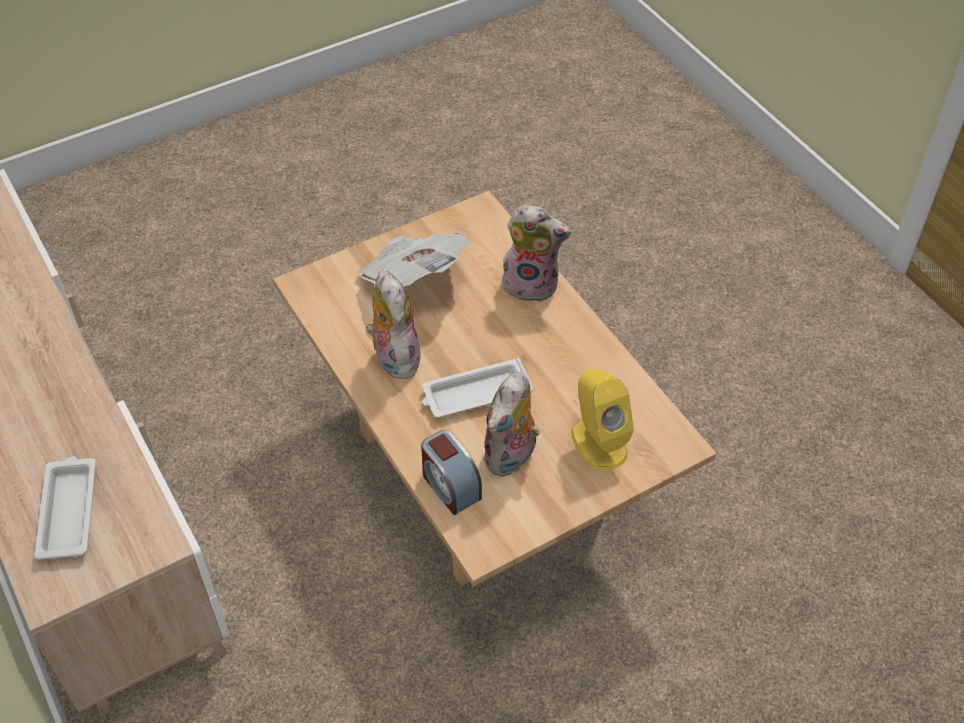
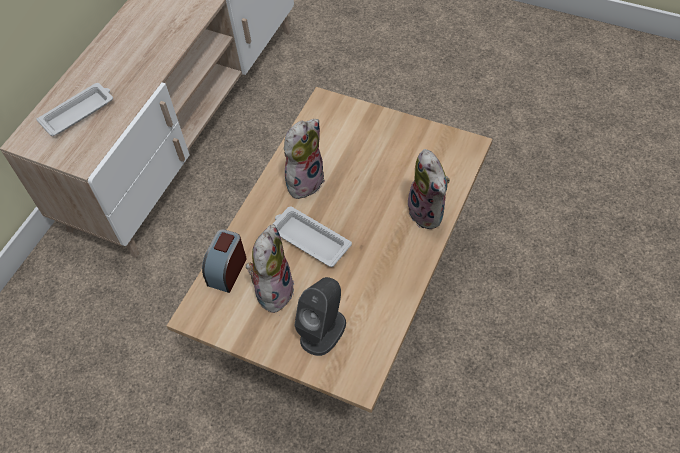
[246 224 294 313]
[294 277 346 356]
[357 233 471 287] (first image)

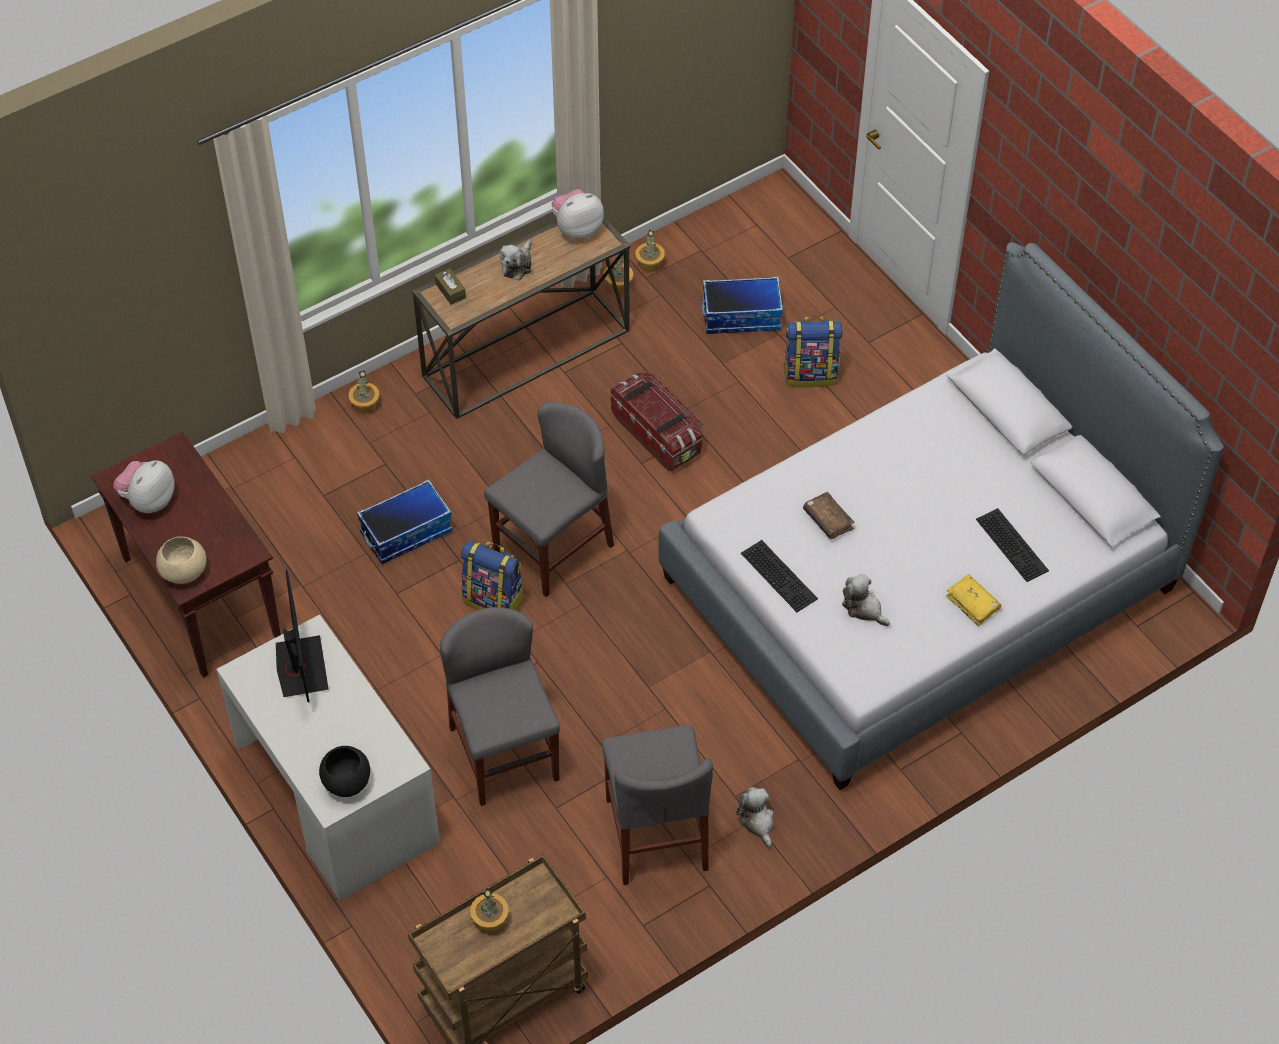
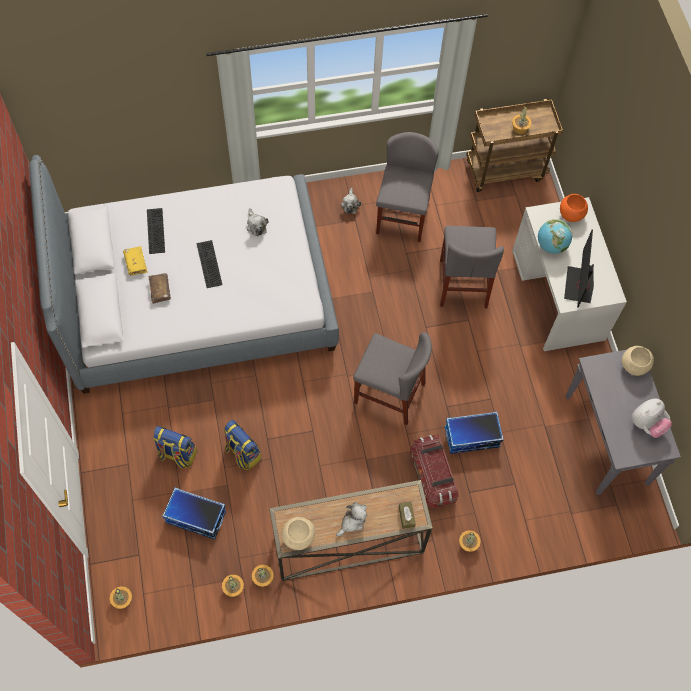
[110 586 132 609]
[123 246 148 276]
[148 273 171 304]
[196 240 222 288]
[223 420 262 470]
[282 517 315 550]
[353 332 432 425]
[410 434 459 508]
[538 219 572 254]
[560 194 588 222]
[566 350 681 495]

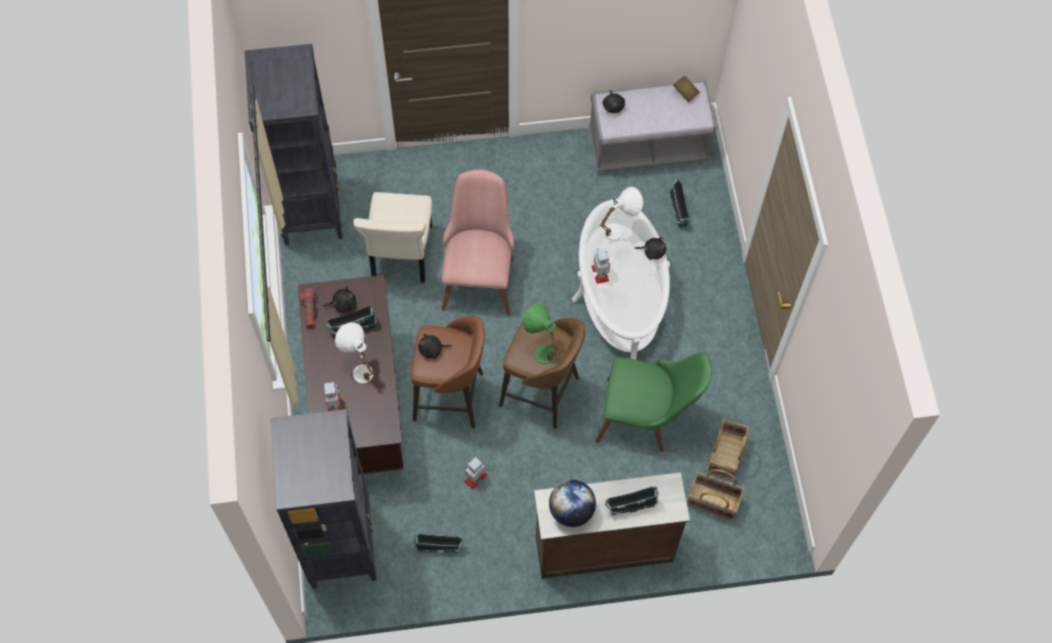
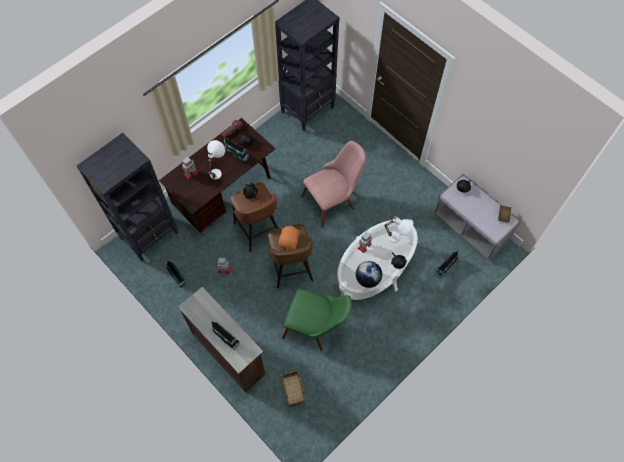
[279 226 300 250]
[282 289 352 351]
[356 261 382 288]
[354 192 432 283] (first image)
[708 419 749 479] (first image)

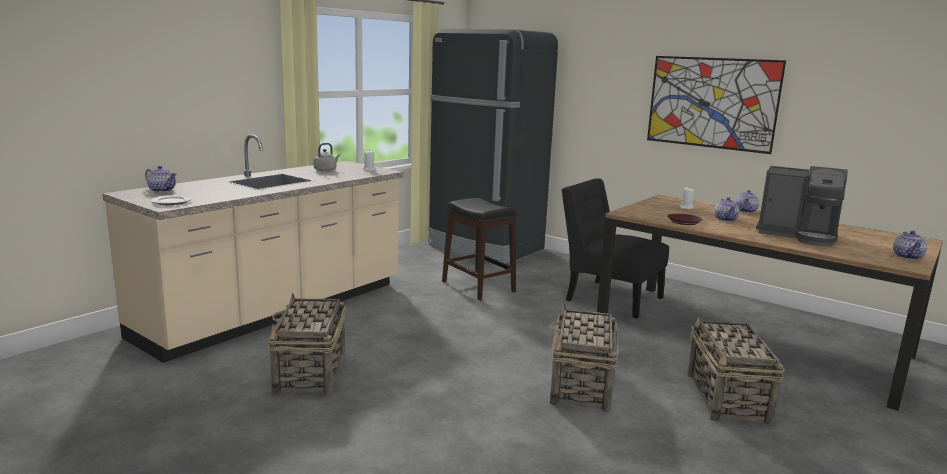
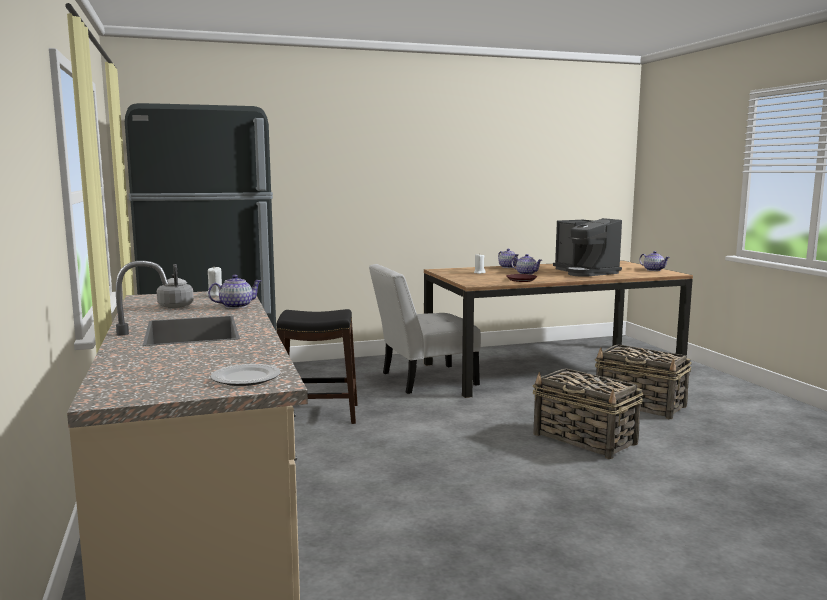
[208 275 262 308]
[369 264 481 394]
[553 218 622 277]
[268 292 346 395] (first image)
[647 56 786 154] (first image)

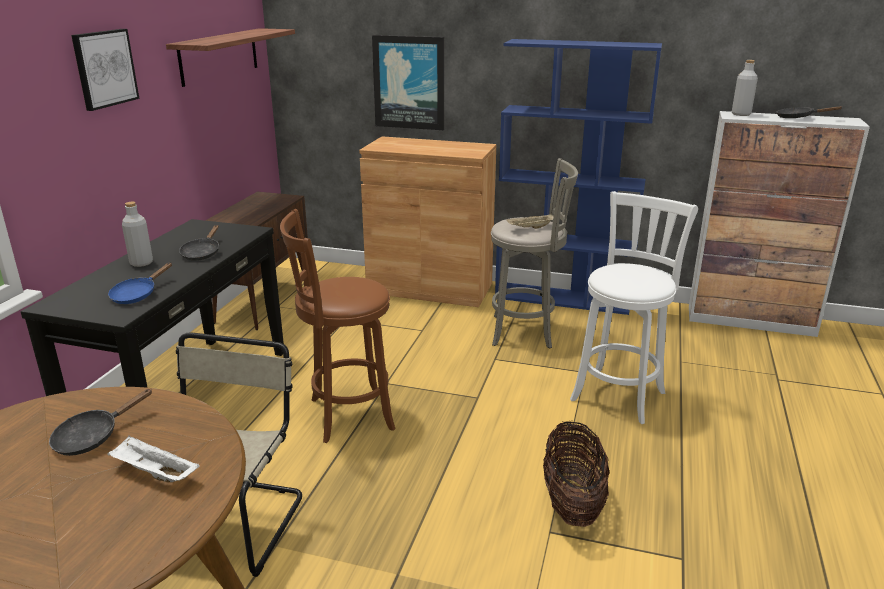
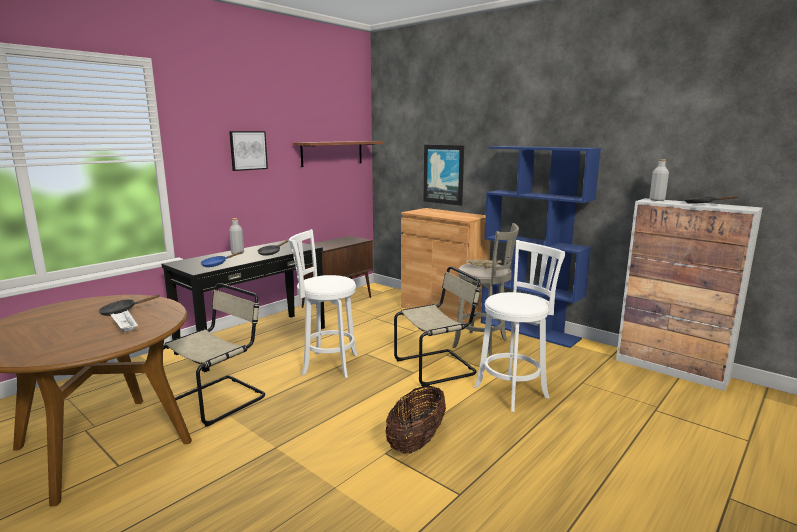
[289 229 358 378]
[394 266 481 387]

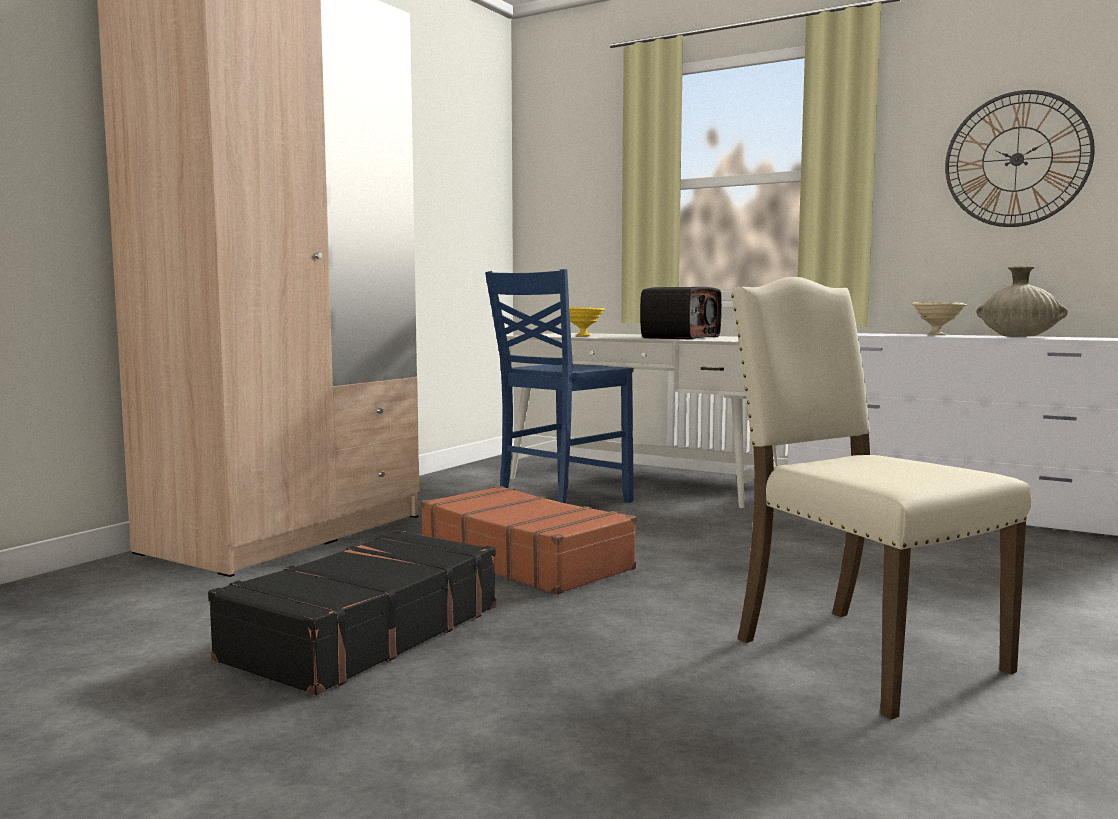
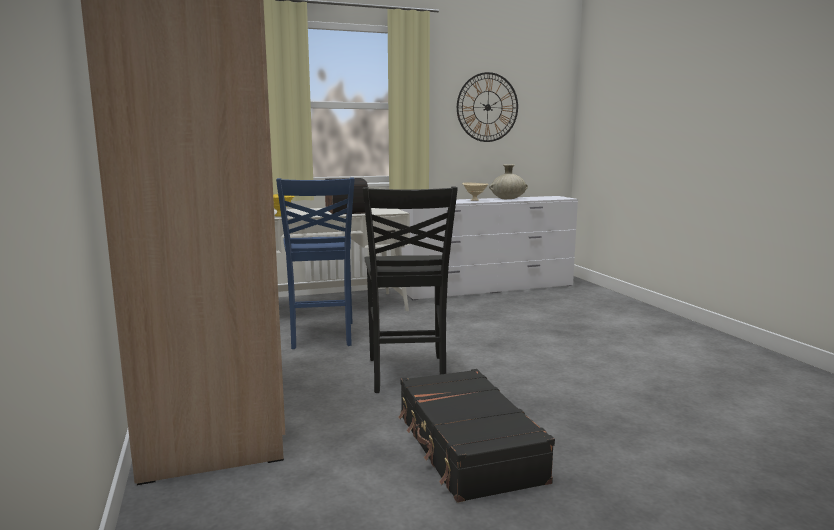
[363 186 458 393]
[730 277 1032 720] (first image)

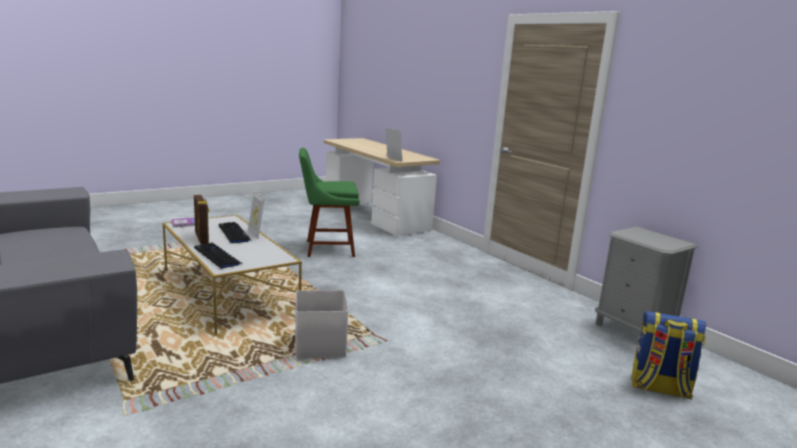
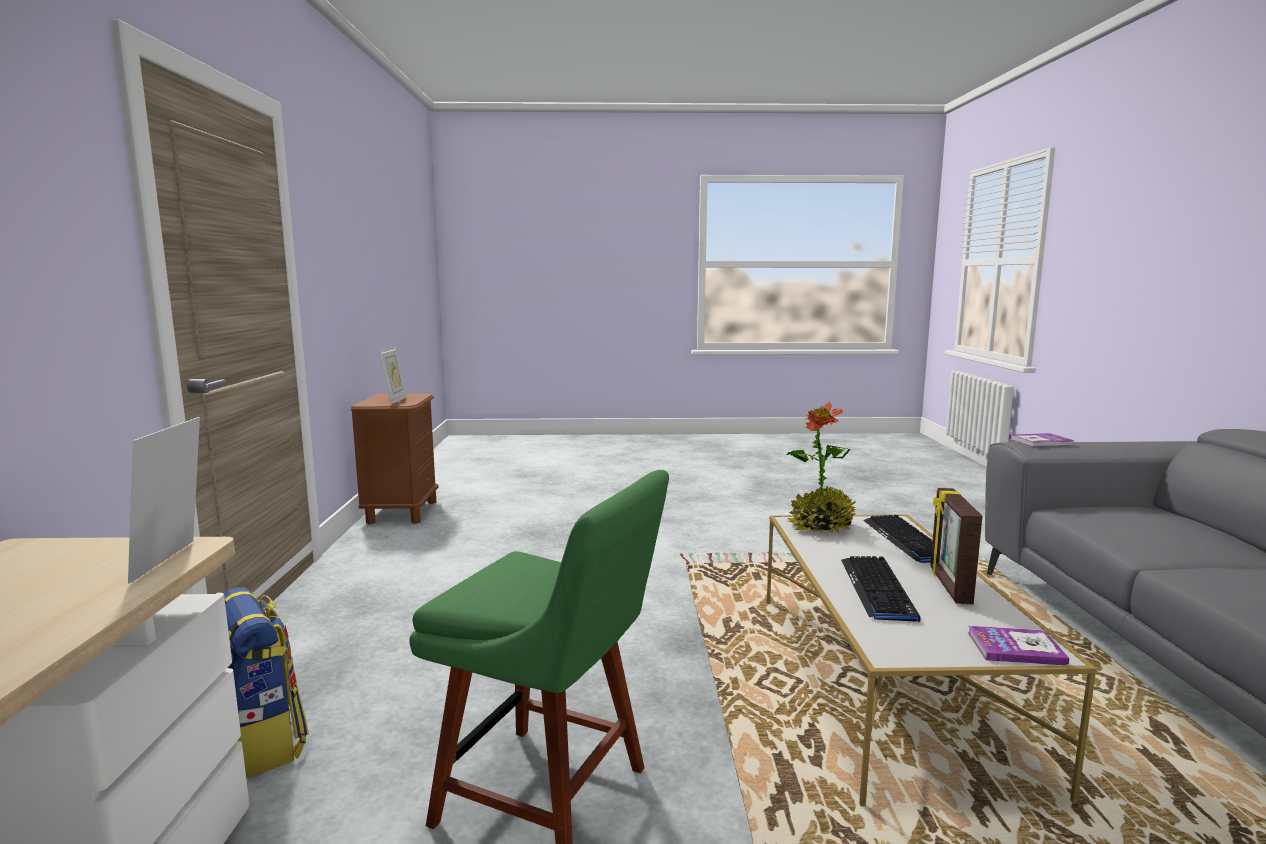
[224 587 309 779]
[351 394 439 524]
[379 346 407 404]
[787 402 856 533]
[1009 433 1075 447]
[295 290 349 360] (first image)

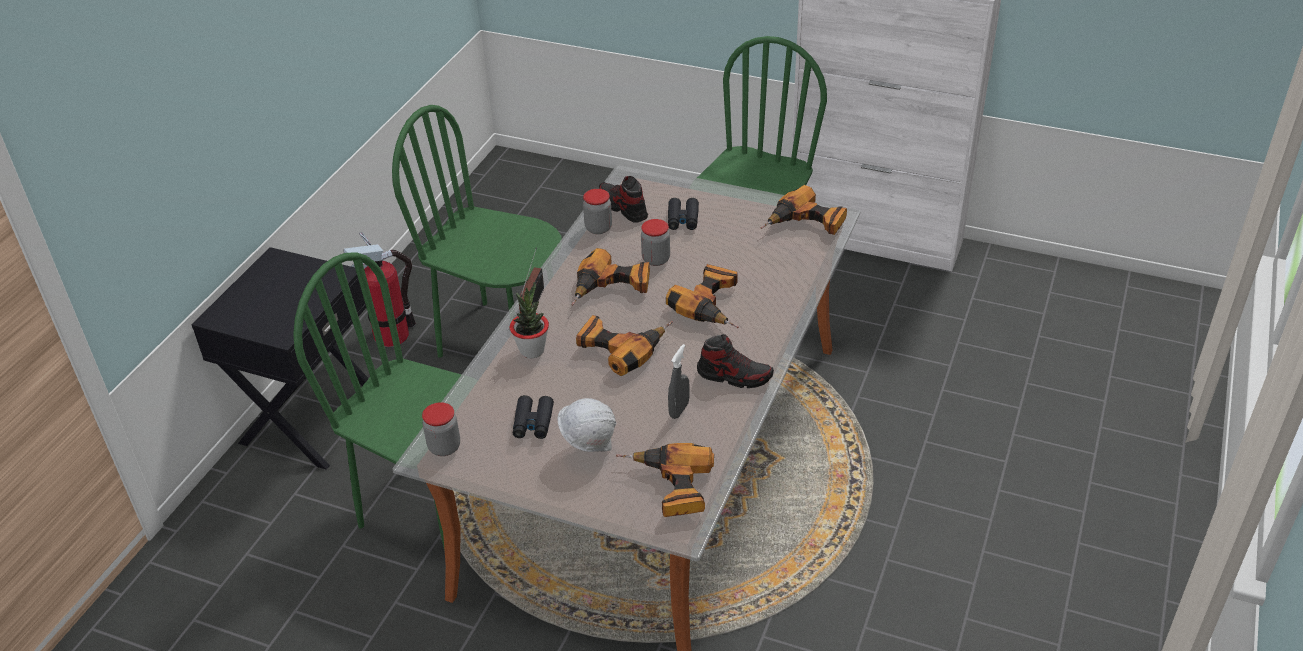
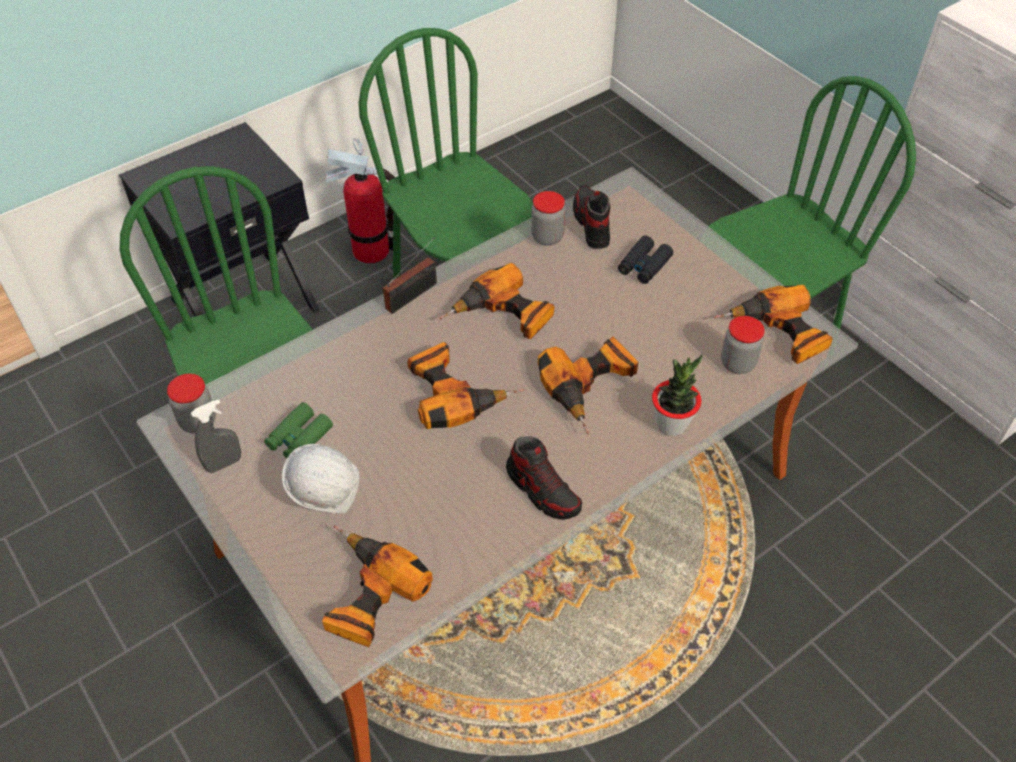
[191 399 241 473]
[264 402 333 459]
[652 354 703 436]
[721 316 765 374]

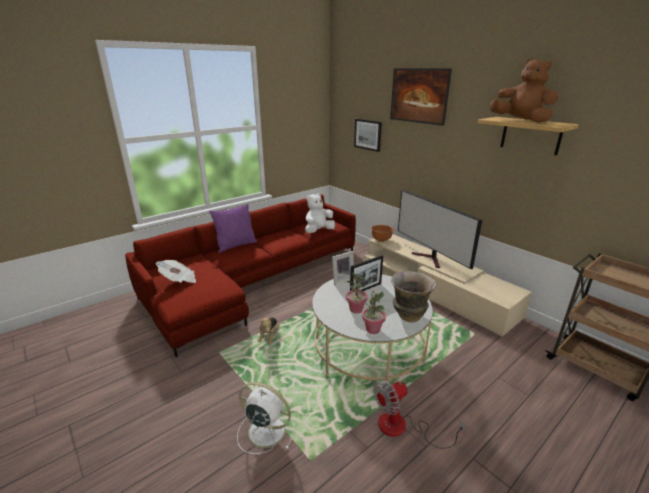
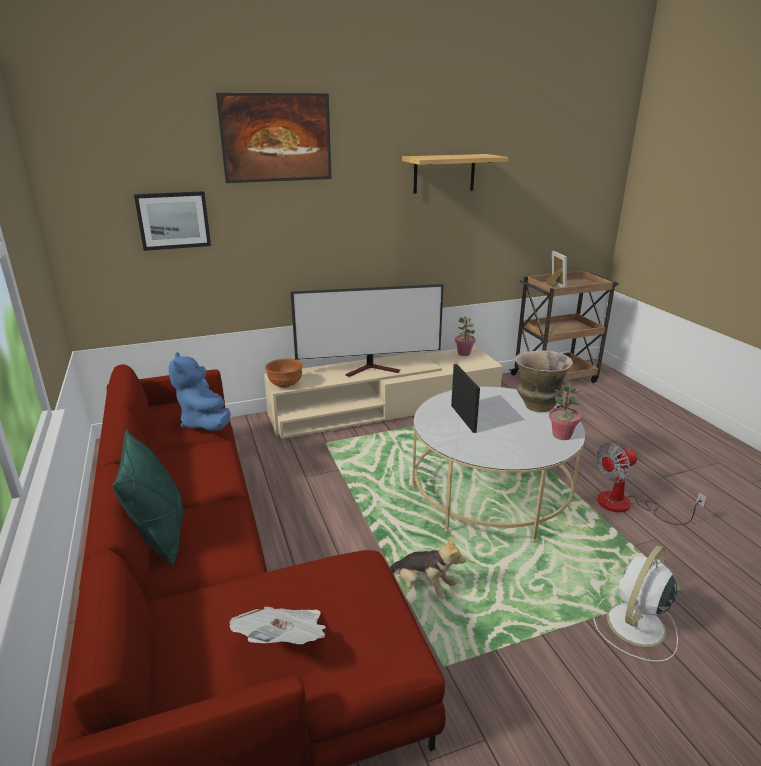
[112 430 183 567]
[168 352 231 431]
[455 316 476 356]
[547 250 567 287]
[596 443 707 525]
[489 59 558 123] (first image)

